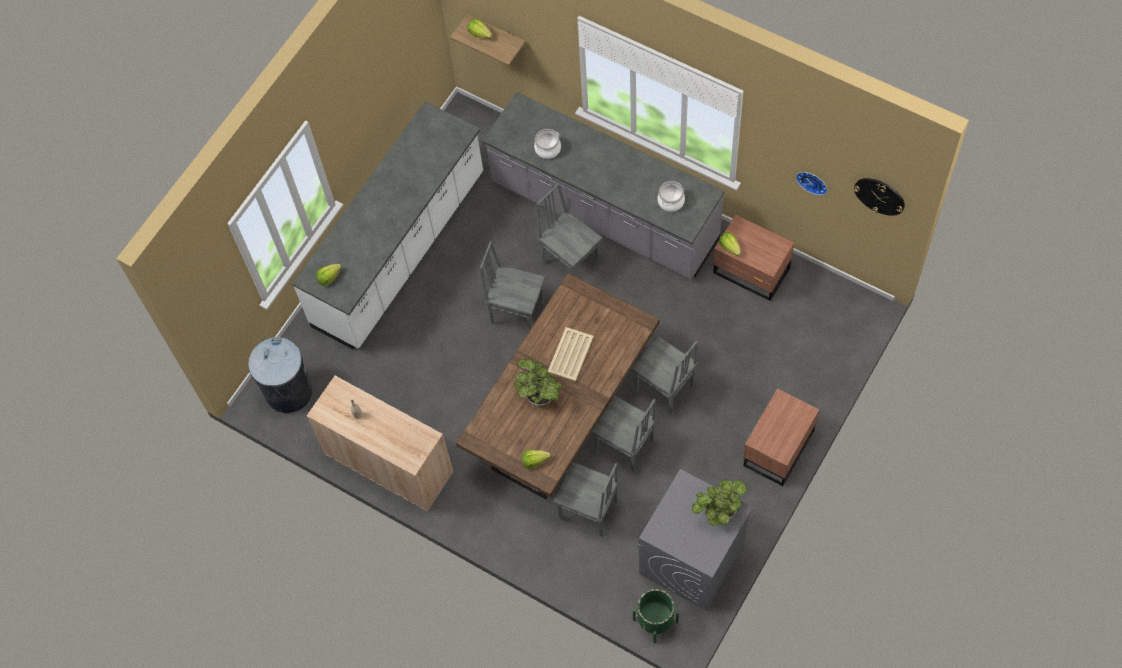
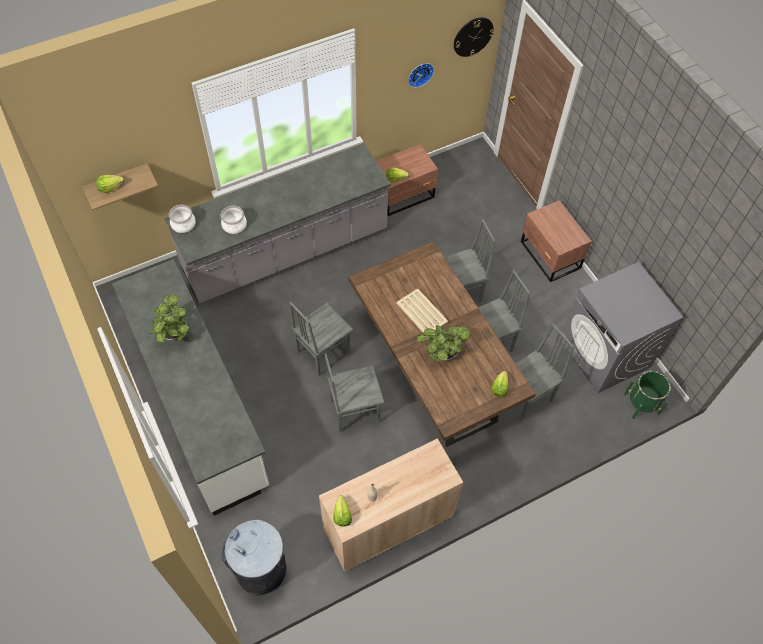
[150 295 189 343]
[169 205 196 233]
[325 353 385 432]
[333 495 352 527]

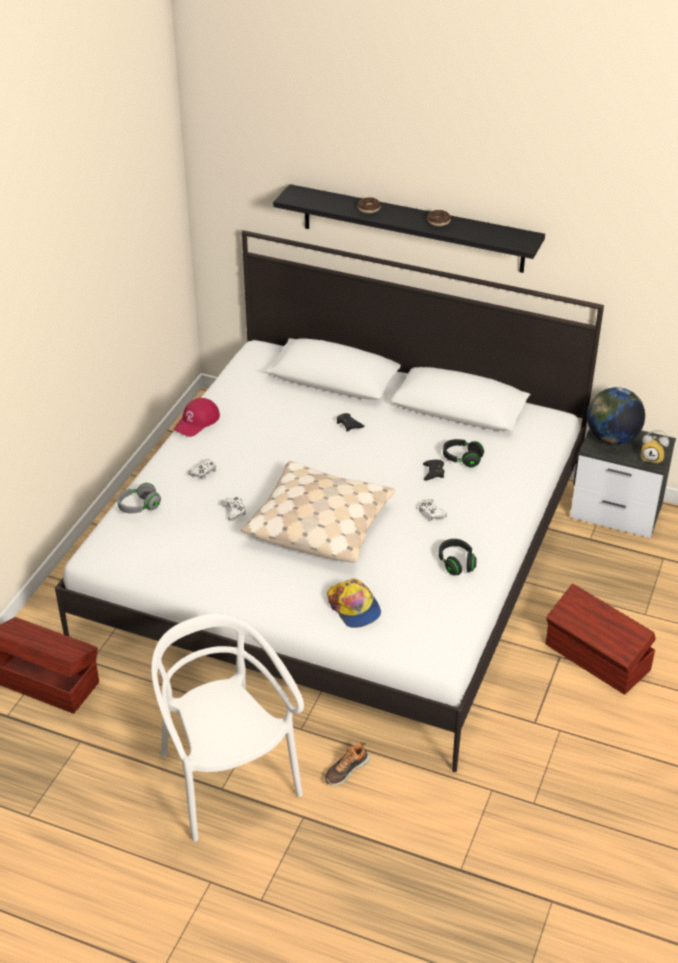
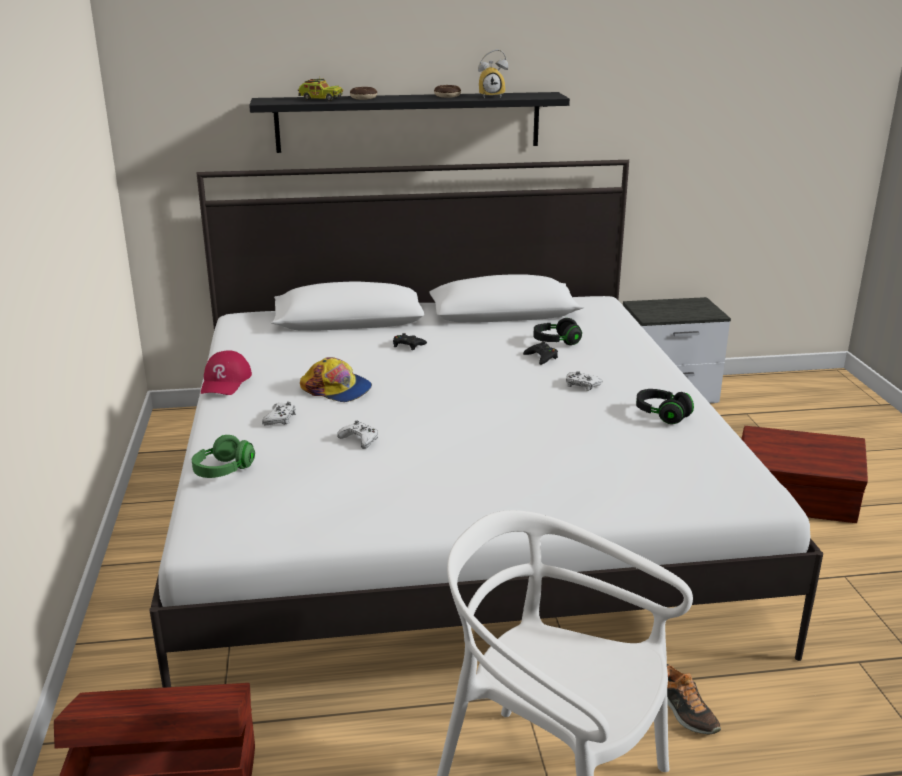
[192 435 255 478]
[298 79 343 101]
[300 357 372 402]
[478 49 508 98]
[667 664 721 734]
[241 461 395 563] (first image)
[587 387 645 445] (first image)

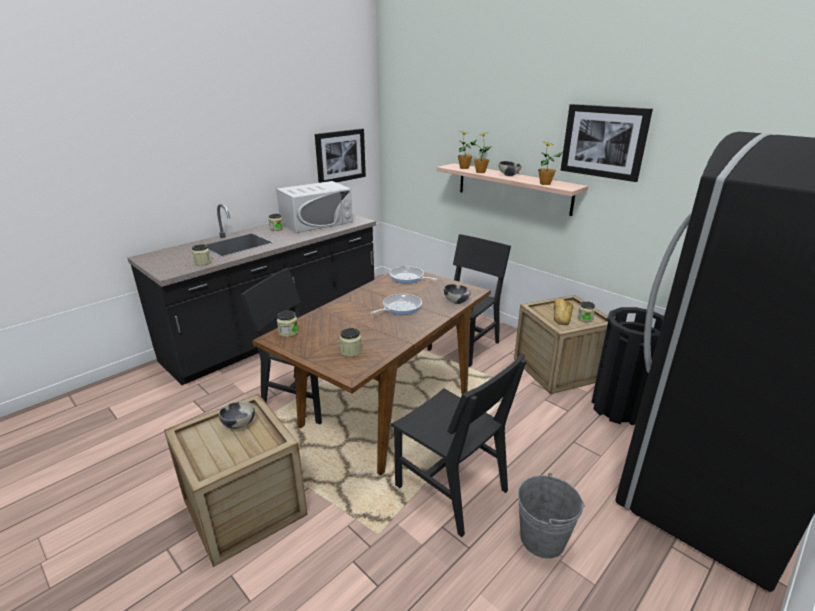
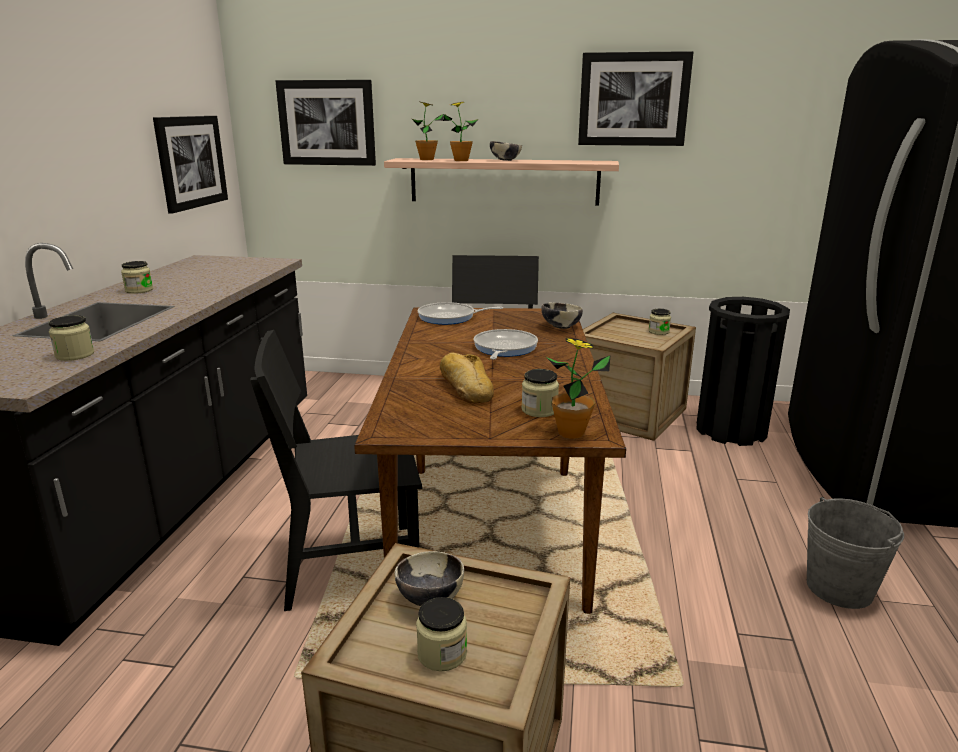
[275 80 376 166]
[416 597 467 672]
[440 353 494 403]
[546 338 610 439]
[276 181 353 233] (first image)
[391 353 526 537] (first image)

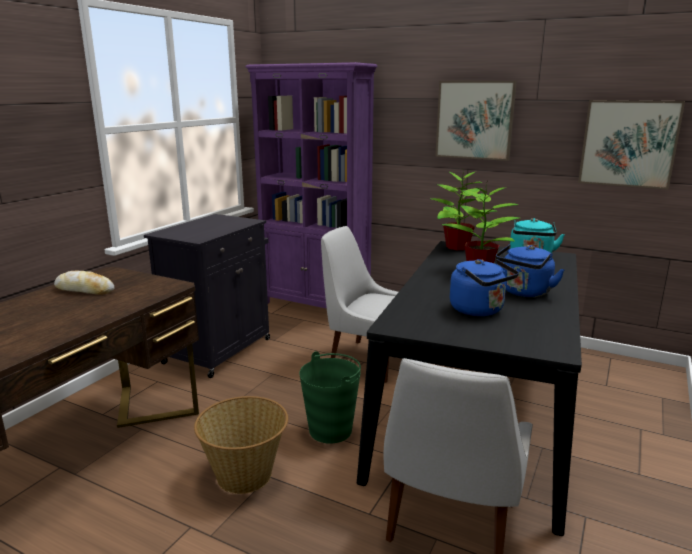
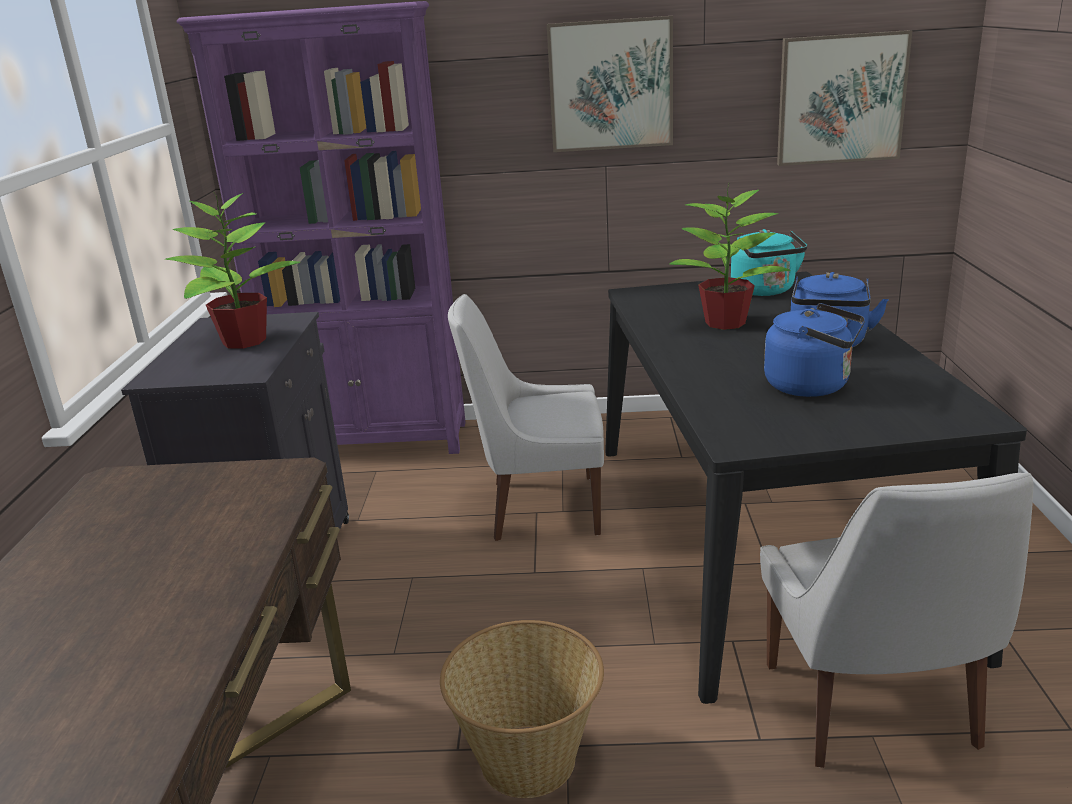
[165 191 301 349]
[54 271 115 295] (first image)
[299 351 361 444] (first image)

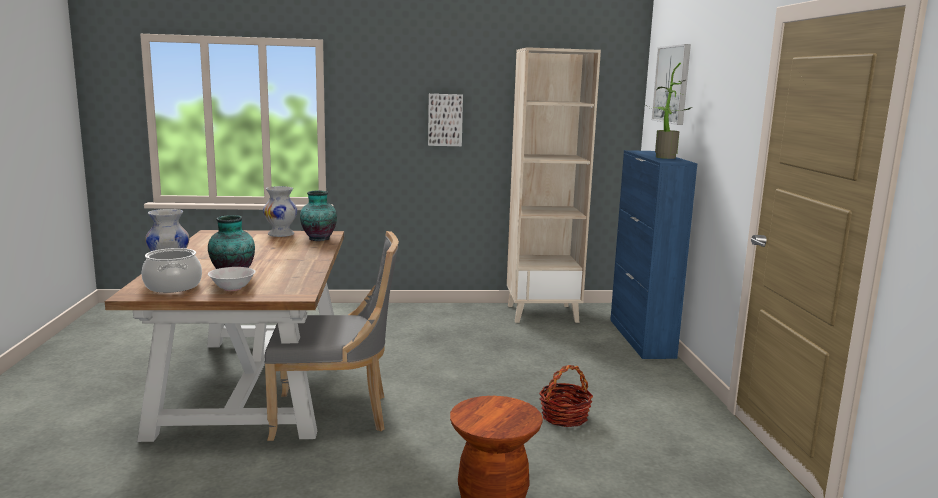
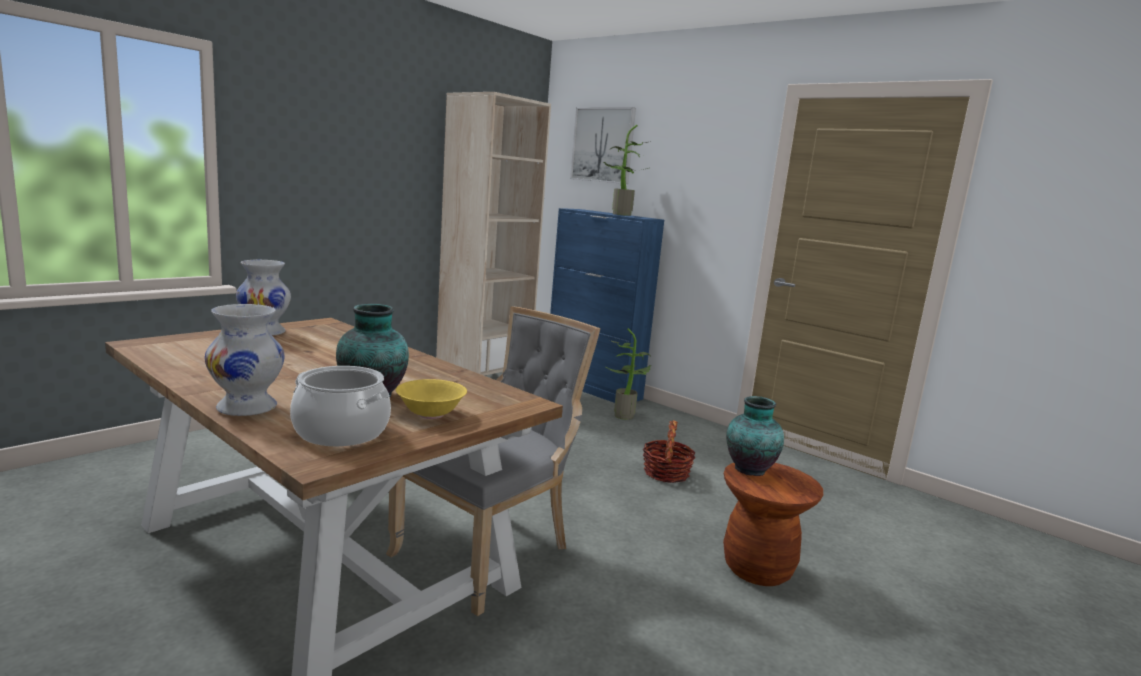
[396 379 467 419]
[606 328 651 420]
[726 396 784 476]
[428 94 463 146] (first image)

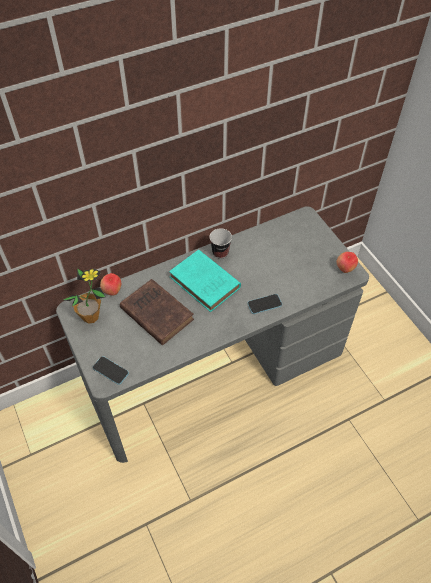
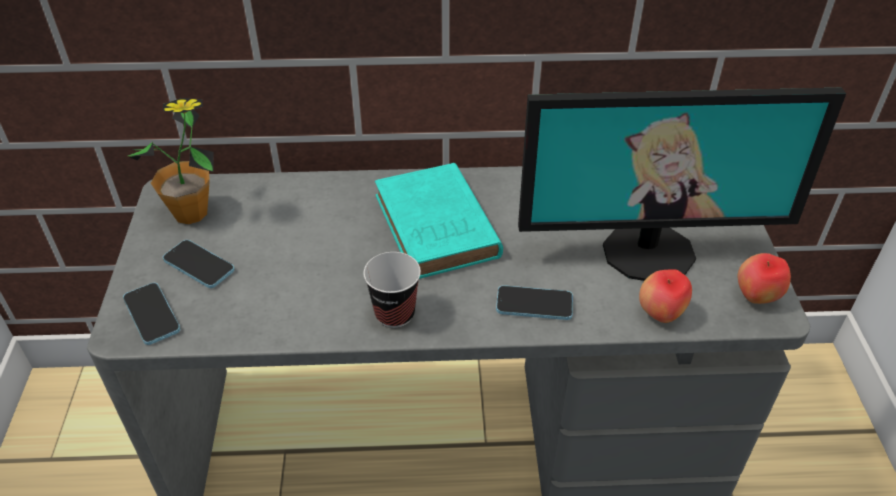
[163 240 235 288]
[363 252 421 328]
[518 87 846 281]
[639 269 692 323]
[120 279 194 345] (first image)

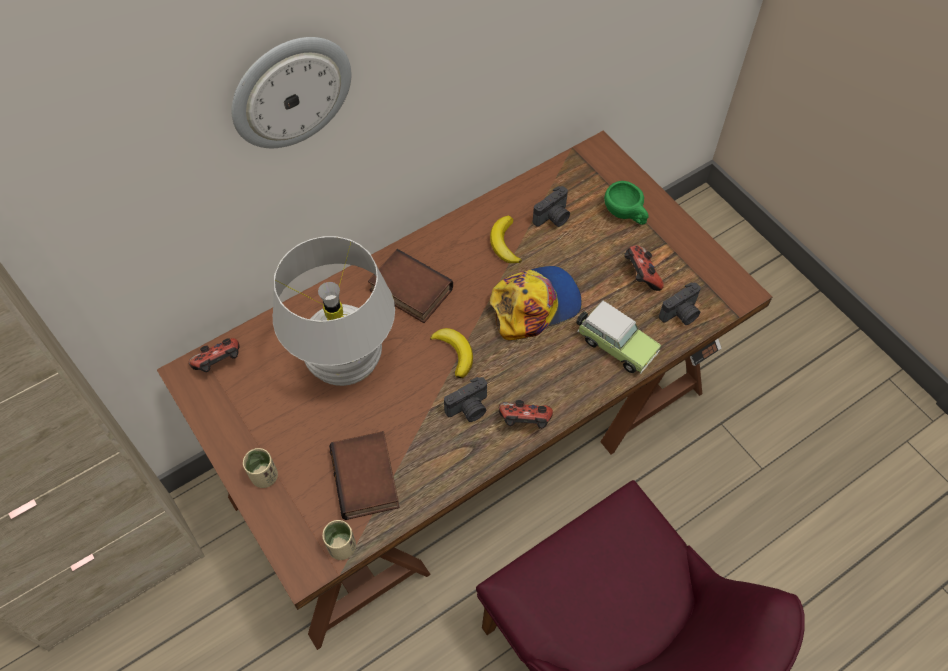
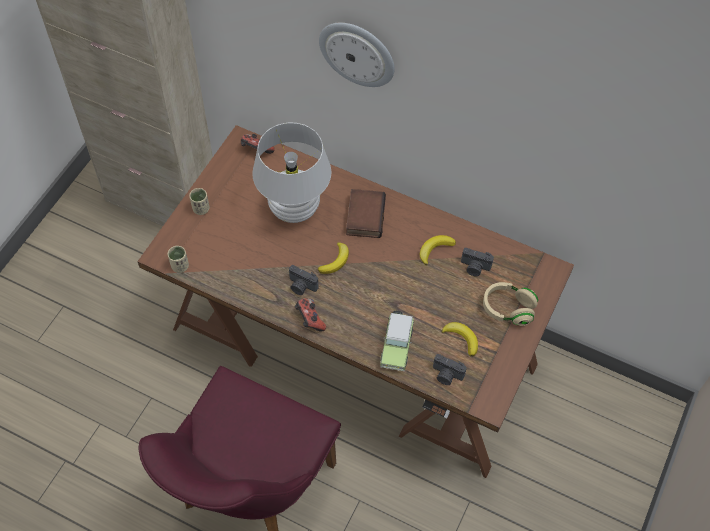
[441 322 478 357]
[483 282 538 326]
[329 431 400 520] (first image)
[490 266 582 340] (first image)

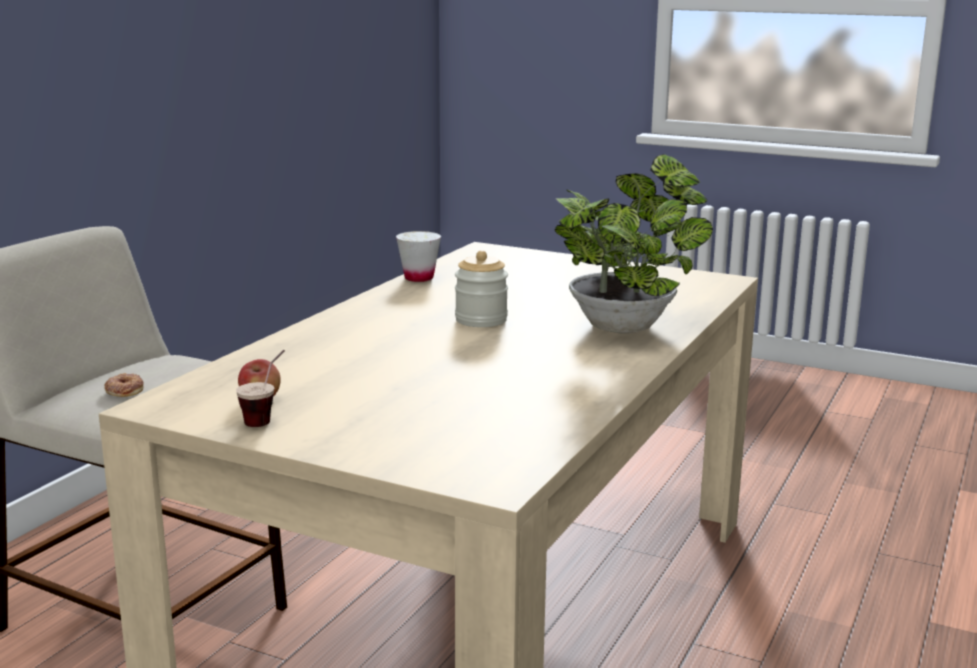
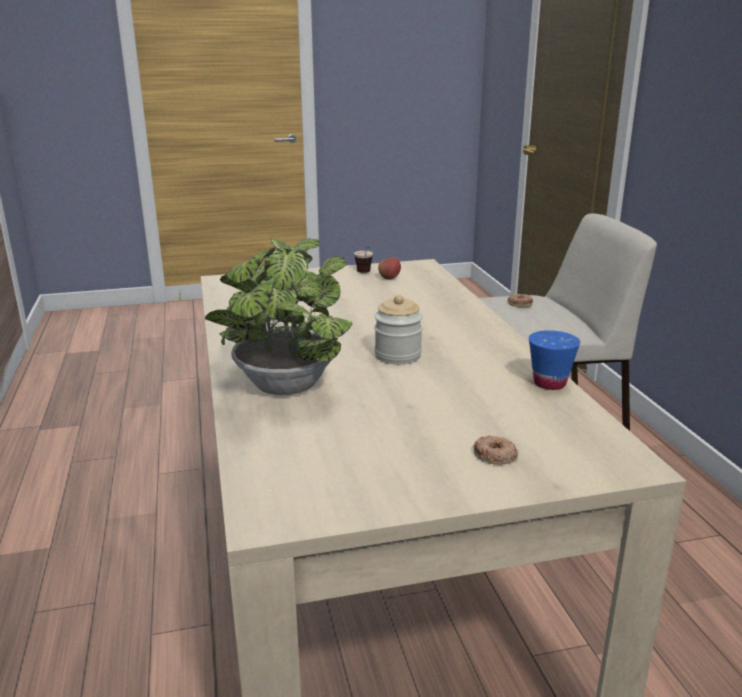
[473 435 518 465]
[529 330 580 390]

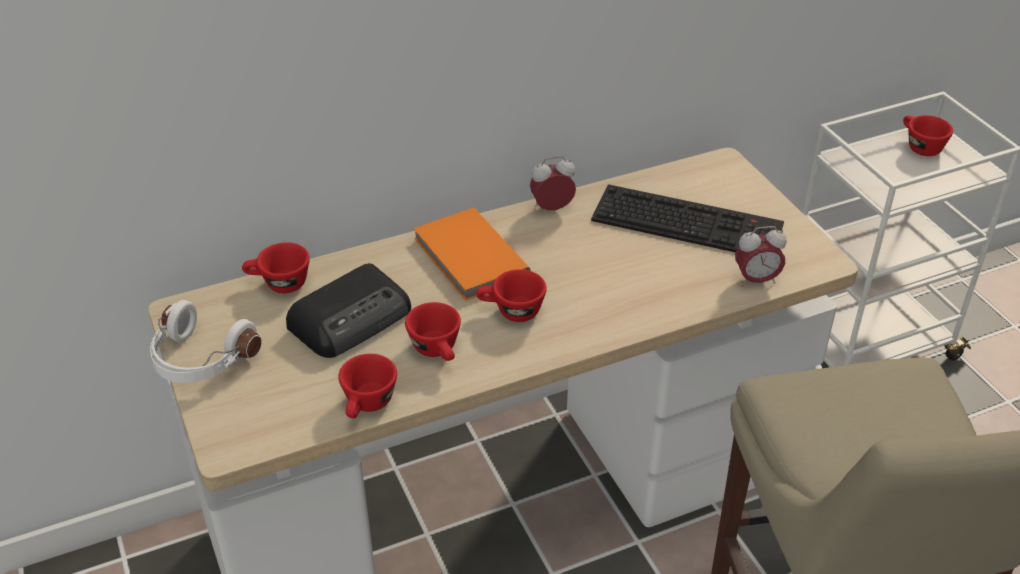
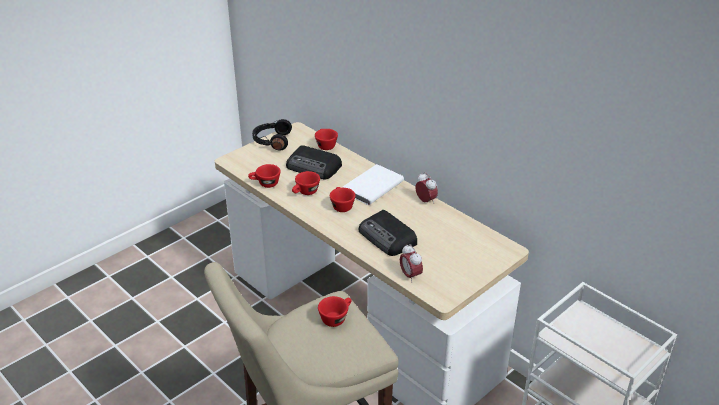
[252 119 292 150]
[318 296 351 327]
[342 164 404 205]
[359 210 417 256]
[591 184 784 253] (first image)

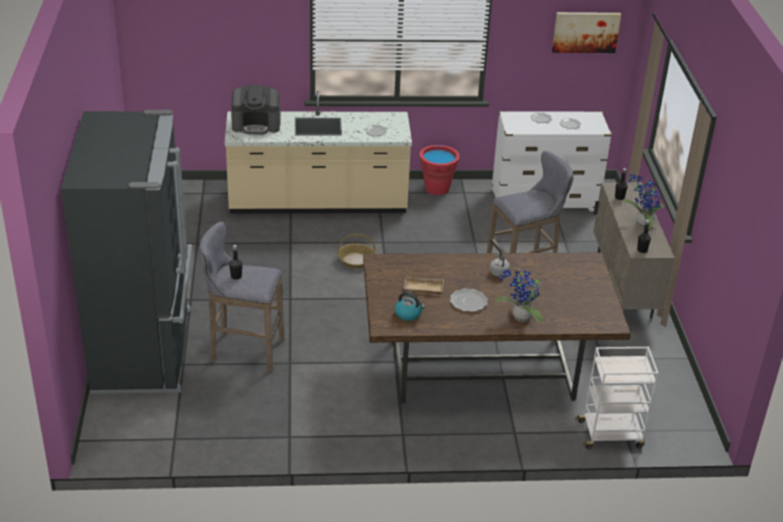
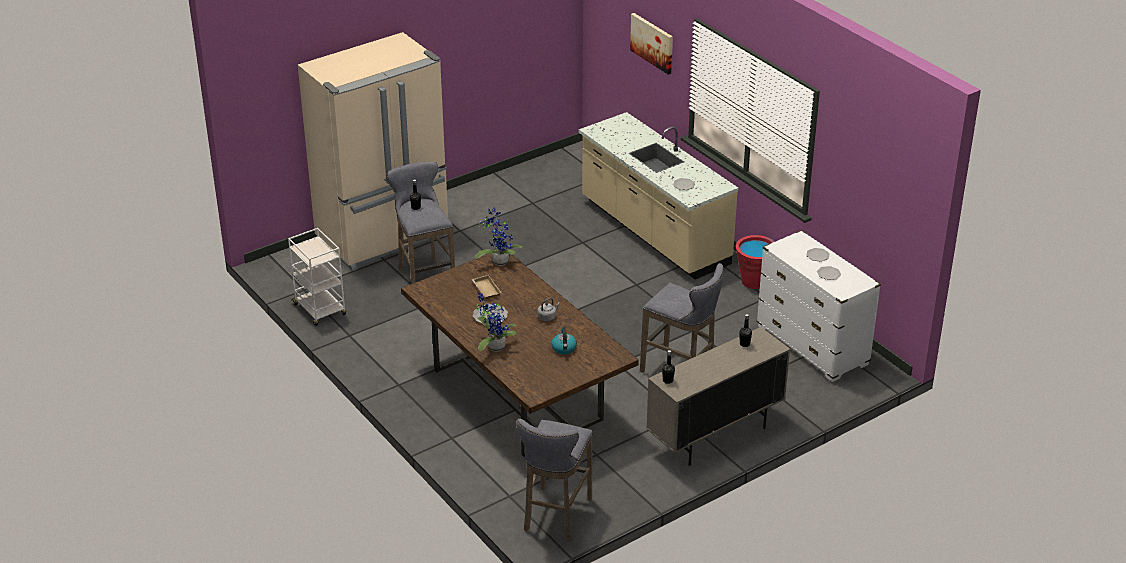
[288 228 347 326]
[298 32 448 271]
[475 207 523 266]
[516 419 593 541]
[551 327 577 354]
[630 13 673 75]
[231 85 281 134] (first image)
[338 234 375 269] (first image)

